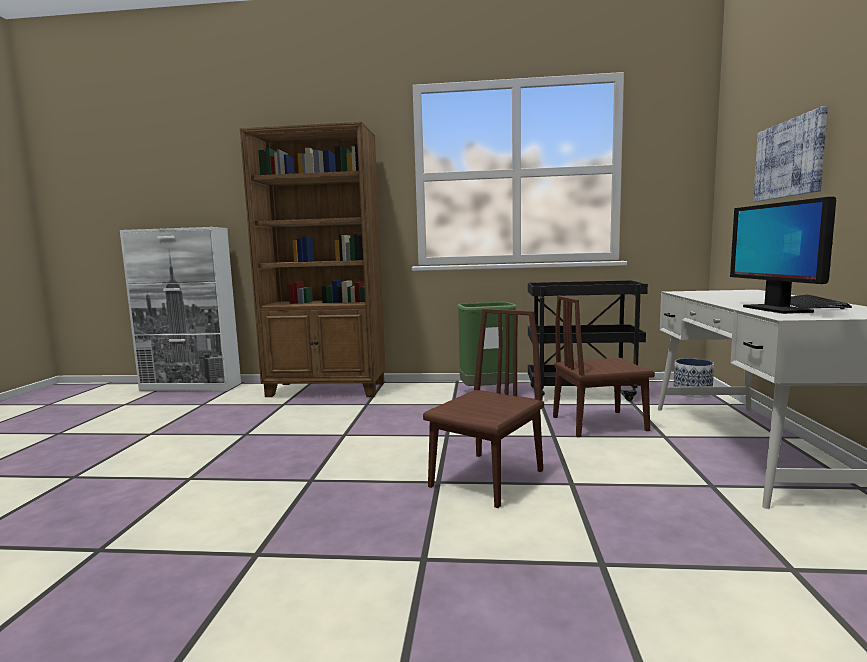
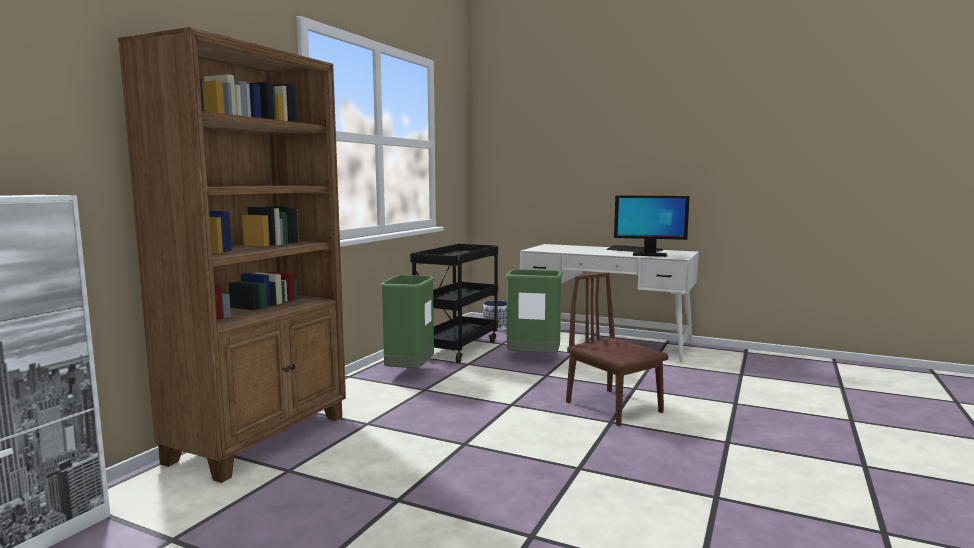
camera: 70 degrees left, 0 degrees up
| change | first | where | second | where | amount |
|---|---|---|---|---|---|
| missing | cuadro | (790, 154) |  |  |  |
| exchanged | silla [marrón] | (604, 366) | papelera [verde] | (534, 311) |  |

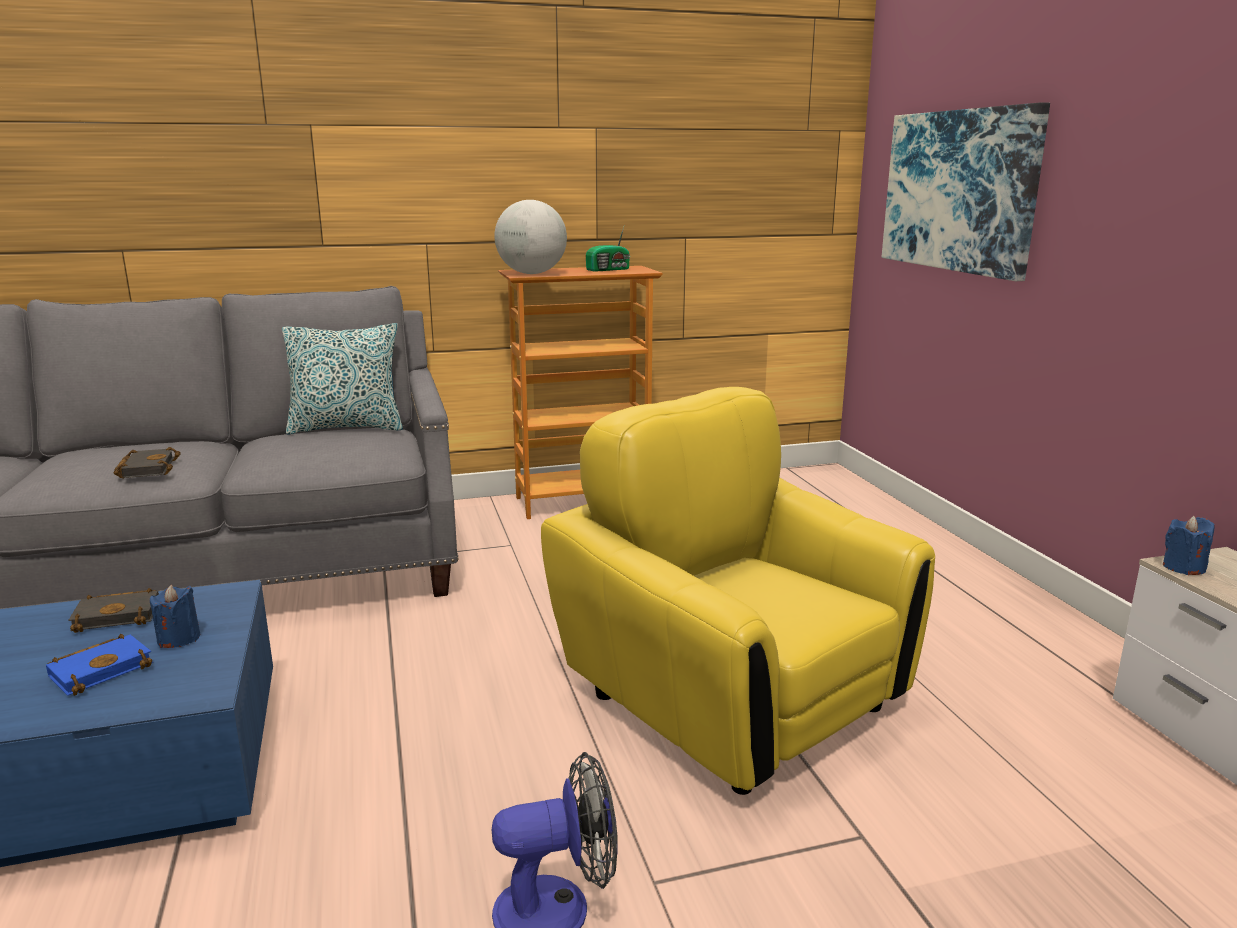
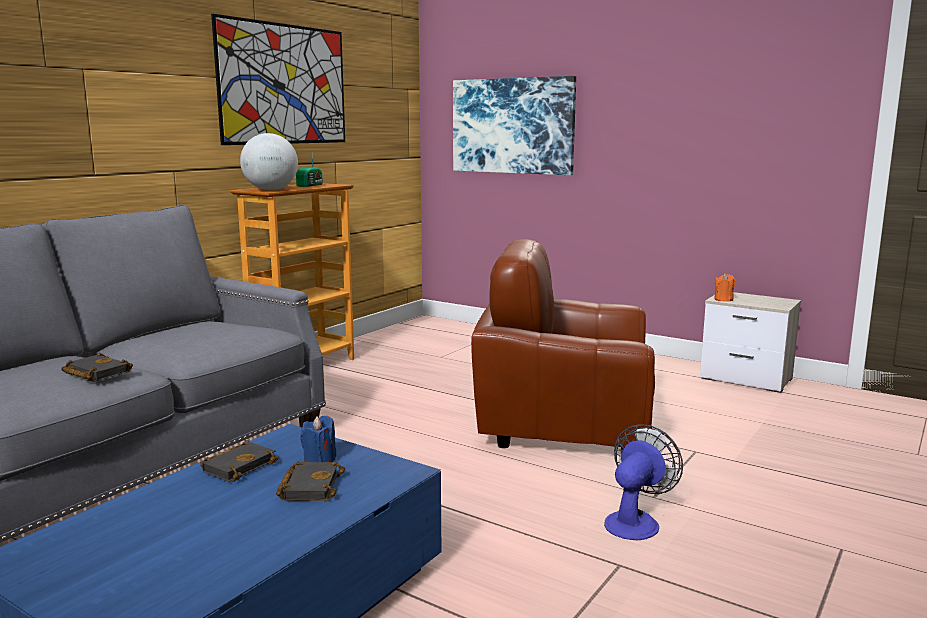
camera: 40 degrees left, 5 degrees down
| change | first | where | second | where | amount |
|---|---|---|---|---|---|
| missing | cojín | (342, 379) |  |  |  |
| appeared |  |  | cuadro | (278, 79) |  |
| colour | libro [azul] | (99, 665) | libro [negro] | (310, 481) |  |
| colour | sillón [amarillo] | (738, 591) | sillón [marrón] | (563, 344) |  |
| colour | vela [azul] | (1188, 545) | vela [naranja] | (724, 287) |  |

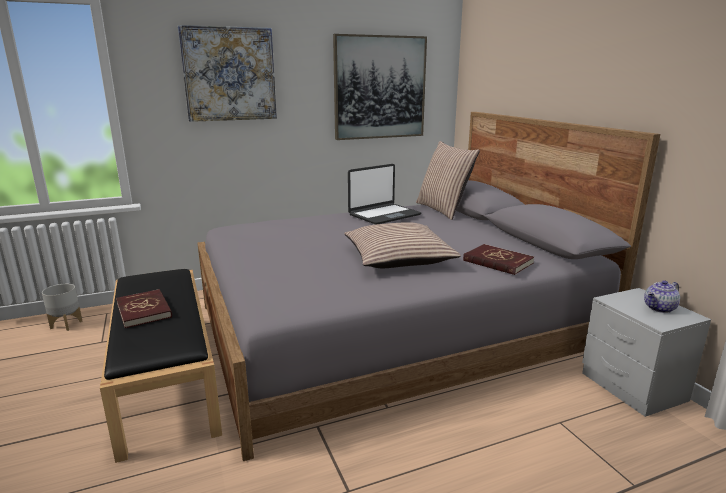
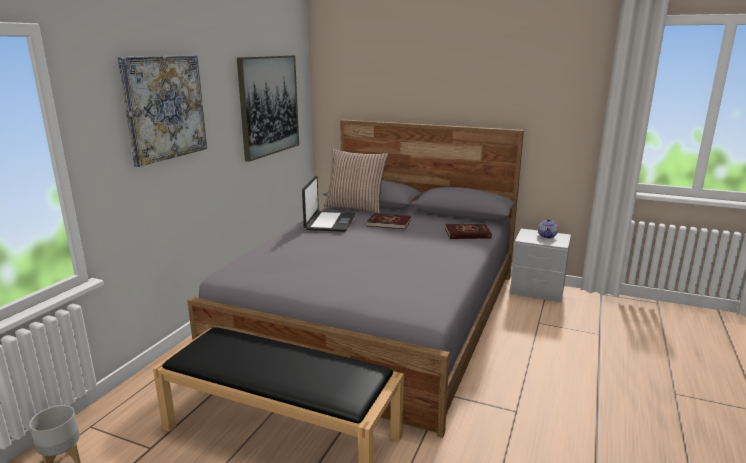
camera: 45 degrees left, 0 degrees up
| change | first | where | second | where | amount |
|---|---|---|---|---|---|
| missing | cojín | (402, 245) |  |  |  |
| relocated | libro [rojo] | (144, 308) |  | (389, 221) |  |

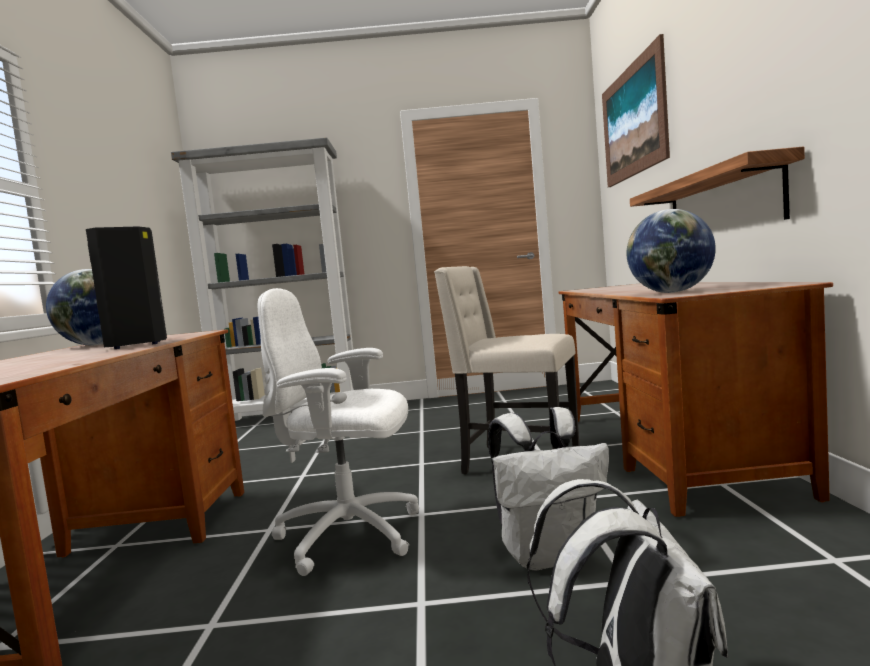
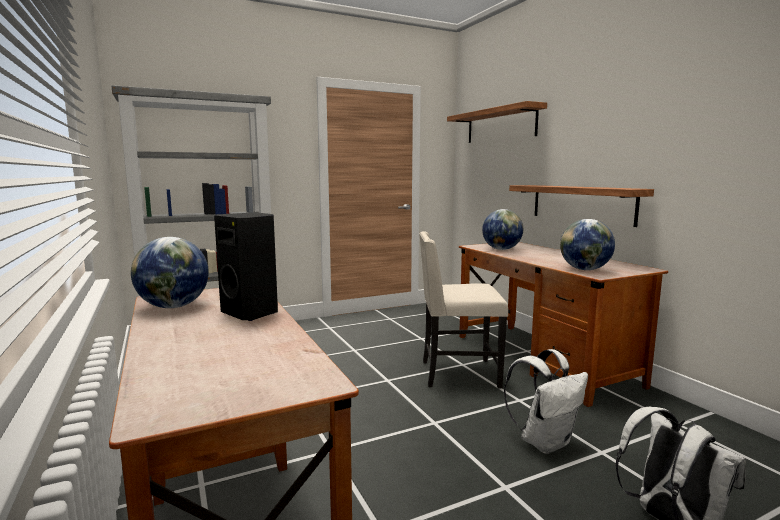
camera: 25 degrees left, 5 degrees up
| change | first | where | second | where | amount |
|---|---|---|---|---|---|
| missing | silla de oficina [blanco] | (338, 432) |  |  |  |
| appeared |  |  | globo terráqueo | (502, 229) |  |
| exchanged | cuadro | (636, 110) | estante | (497, 122) |  |

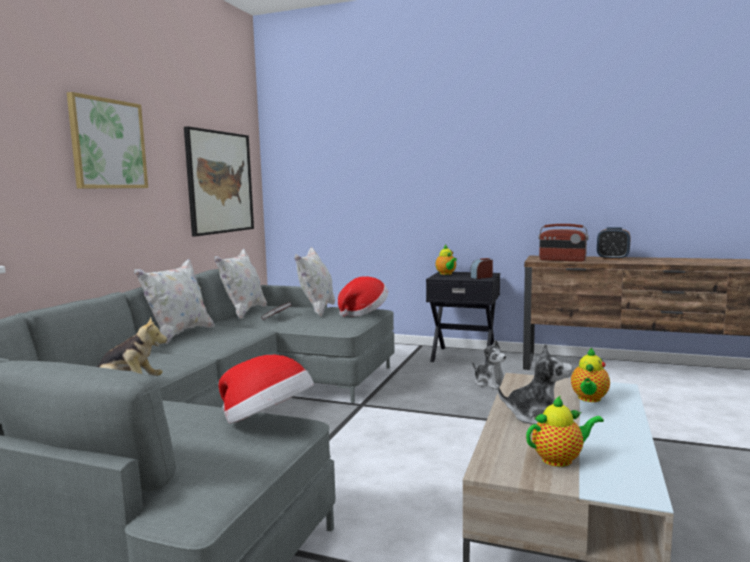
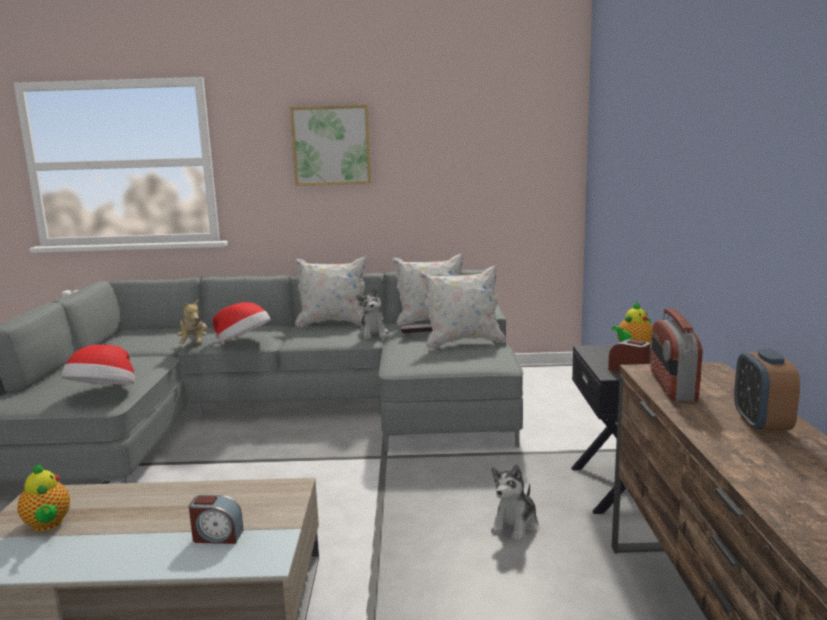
camera: 70 degrees right, 5 degrees up
| change | first | where | second | where | amount |
|---|---|---|---|---|---|
| missing | cuadro | (219, 181) |  |  |  |
| relocated | sombrero | (363, 296) |  | (241, 322) |  |
| relocated | peluche | (535, 384) |  | (372, 313) |  |
| exchanged | tetera | (590, 375) | despertador | (216, 519) |  |

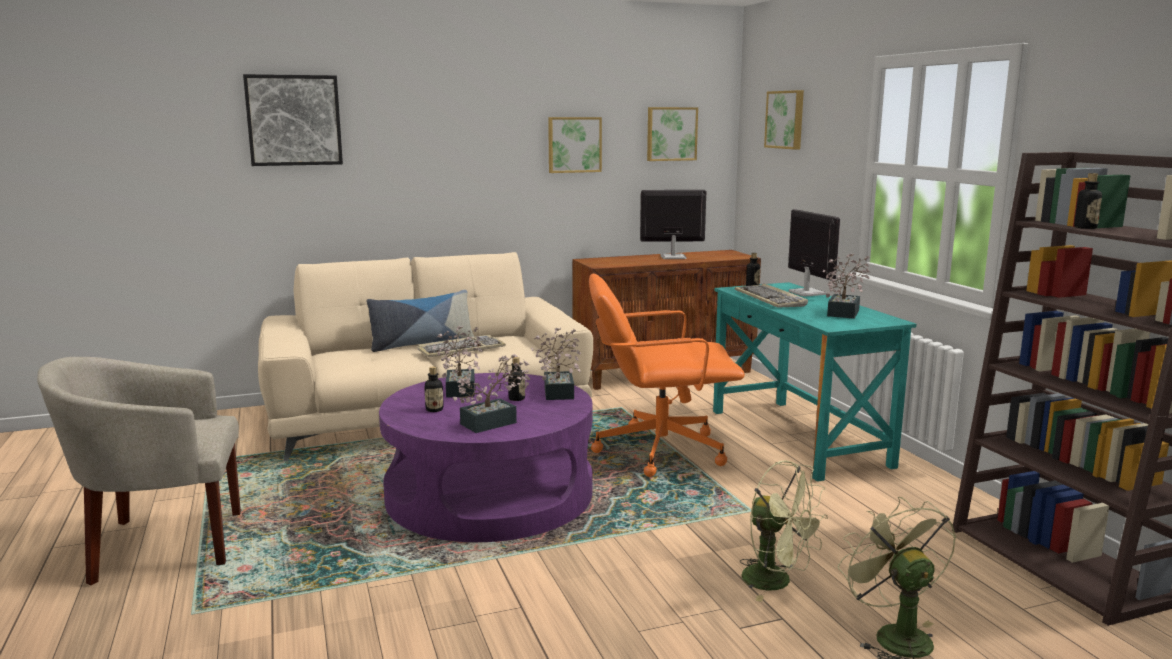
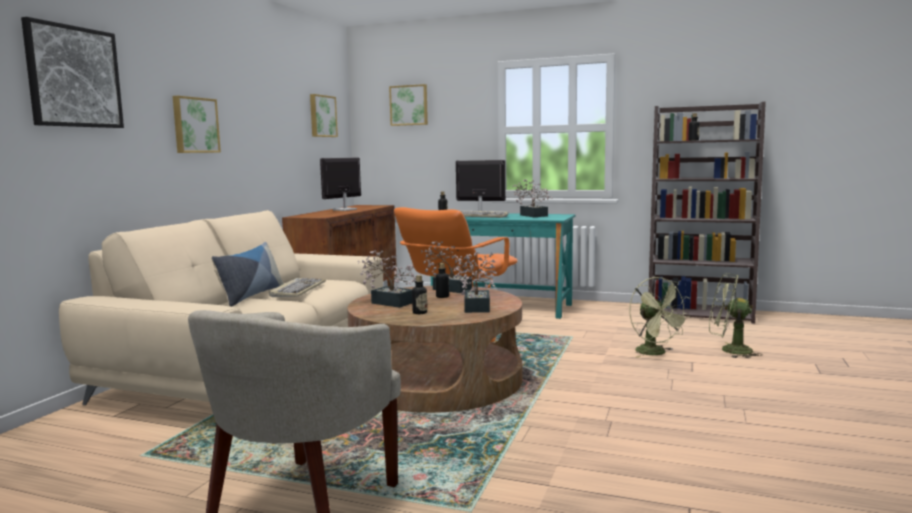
camera: 50 degrees left, 5 degrees down
| change | first | where | second | where | amount |
|---|---|---|---|---|---|
| relocated | cuadro | (575, 145) |  | (197, 124) |  |
| colour | mesa de centro [morado] | (486, 457) | mesa de centro [marrón] | (434, 349) |  |
| spun | ventilador [verde] | (783, 531) |  | (660, 317) | 75 degrees clockwise |

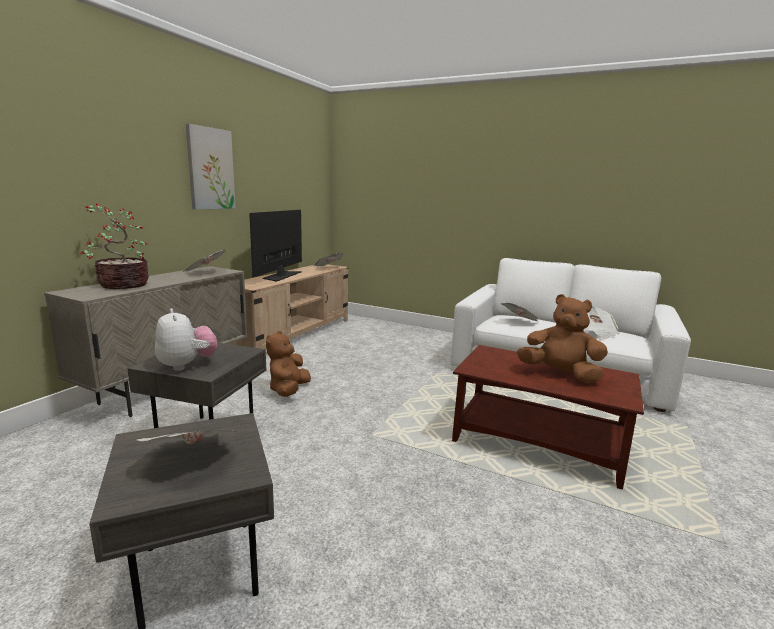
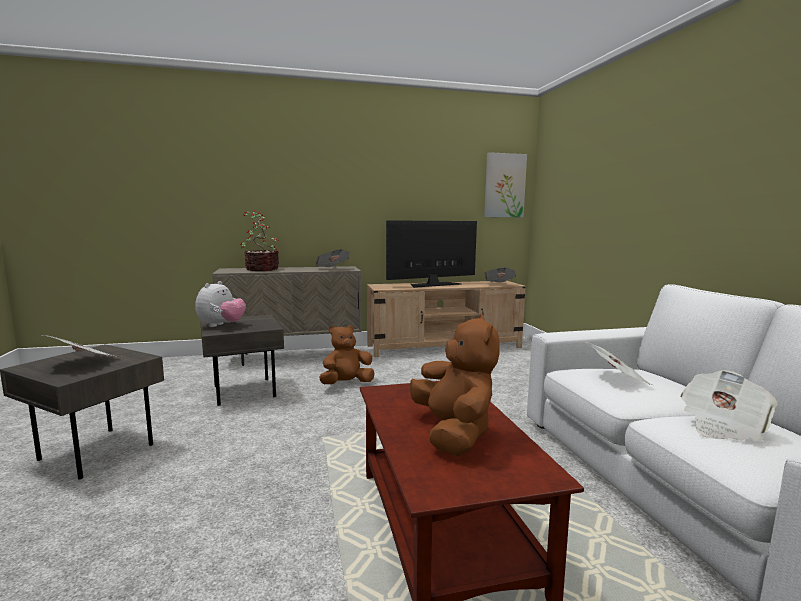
camera: 50 degrees right, 5 degrees down
| change | first | where | second | where | amount |
|---|---|---|---|---|---|
| relocated | cuadro | (211, 166) |  | (505, 184) |  |

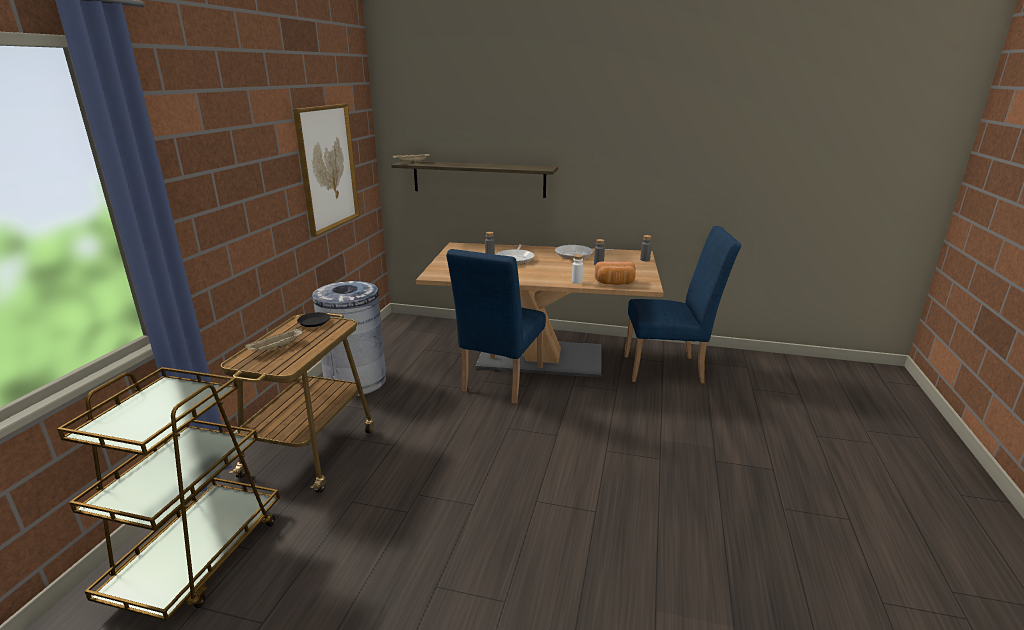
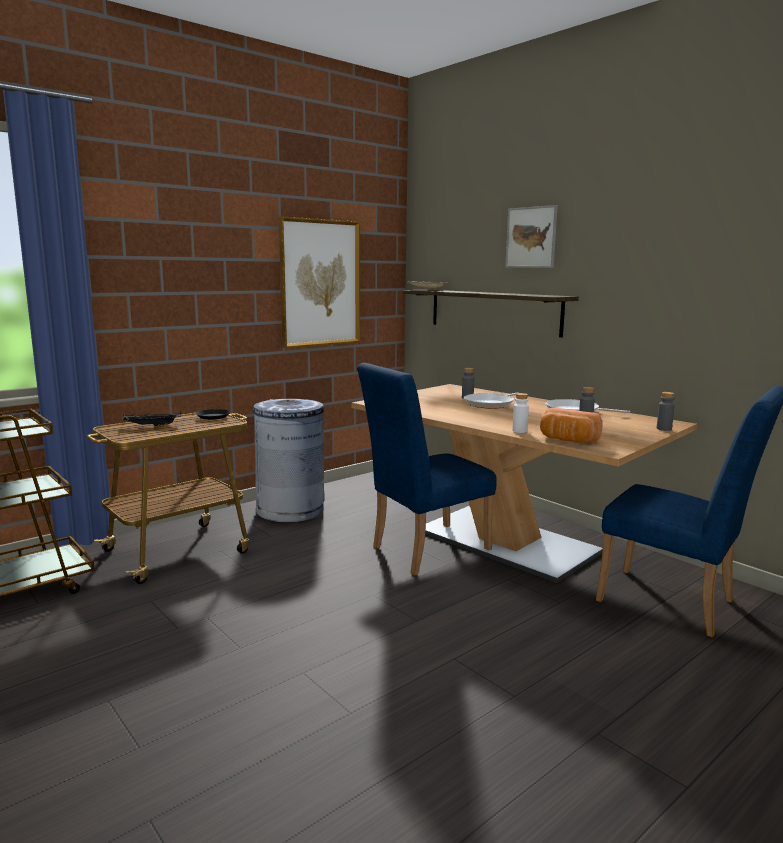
camera: 35 degrees right, 10 degrees down
| change | first | where | second | where | amount |
|---|---|---|---|---|---|
| appeared |  |  | cuadro | (531, 236) |  |
| colour | bandeja [beis] | (274, 339) | bandeja [negro] | (151, 419) |  |

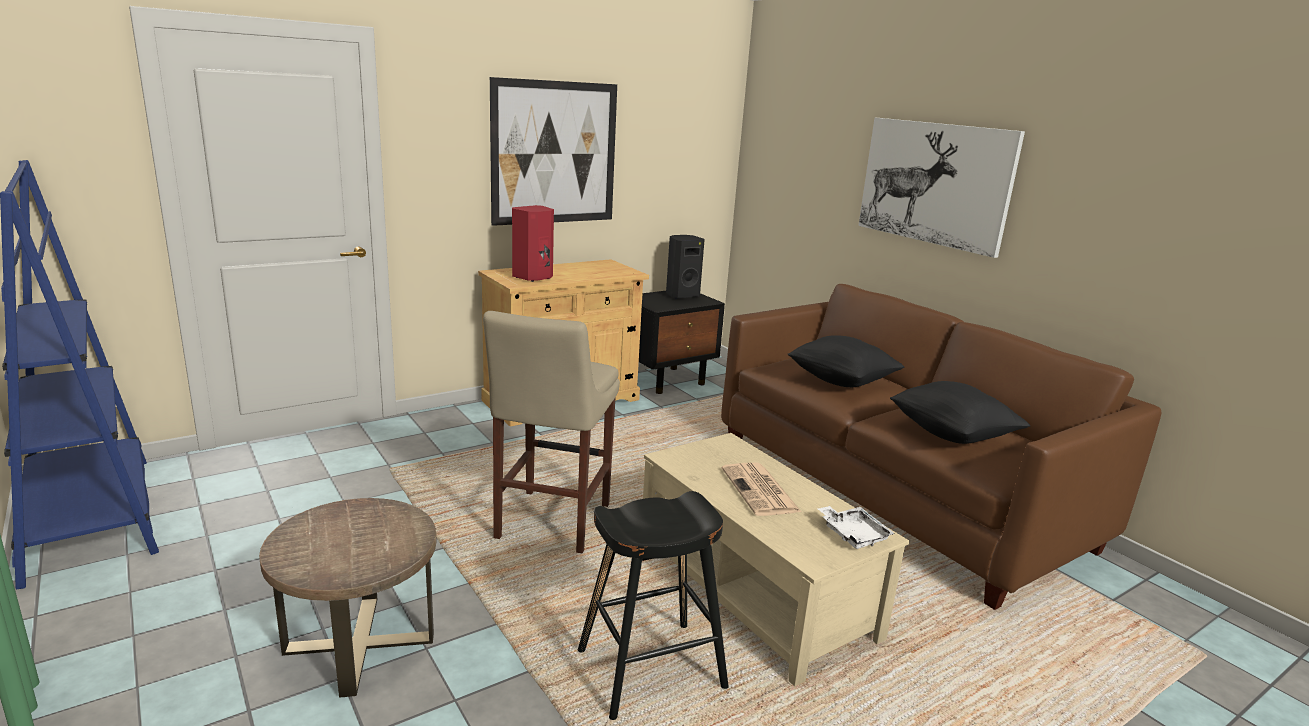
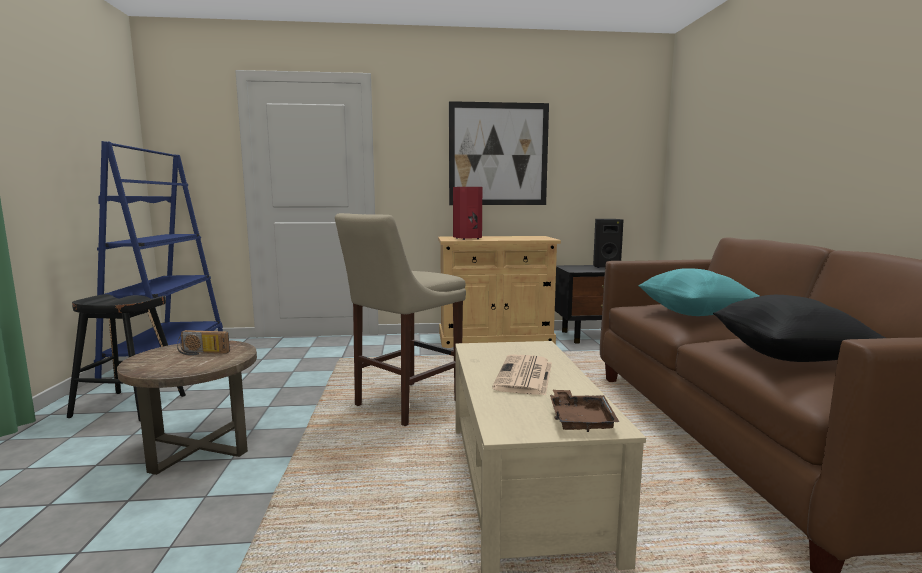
camera: 30 degrees right, 10 degrees down
| change | first | where | second | where | amount |
|---|---|---|---|---|---|
| missing | cuadro | (941, 188) |  |  |  |
| appeared |  |  | radio | (203, 342) |  |
| relocated | taburete [negro] | (653, 605) |  | (126, 358) |  |
| colour | cojín [negro] | (846, 361) | cojín [turquesa] | (698, 292) |  |
| colour | bandeja [blanco] | (856, 527) | bandeja [marrón] | (584, 411) |  |

